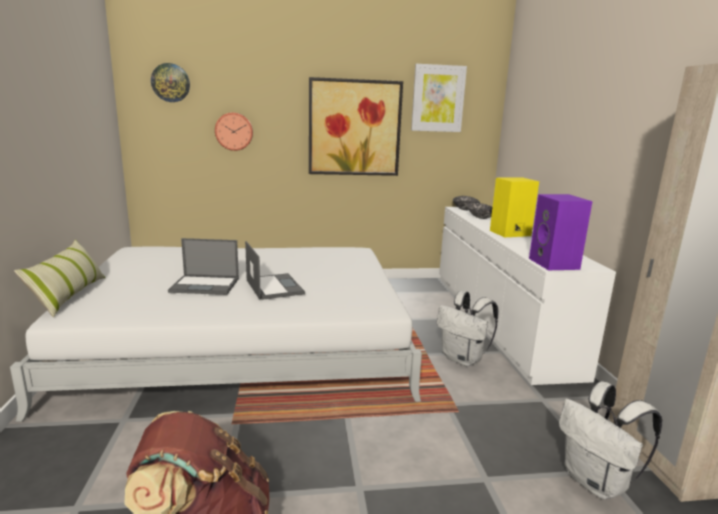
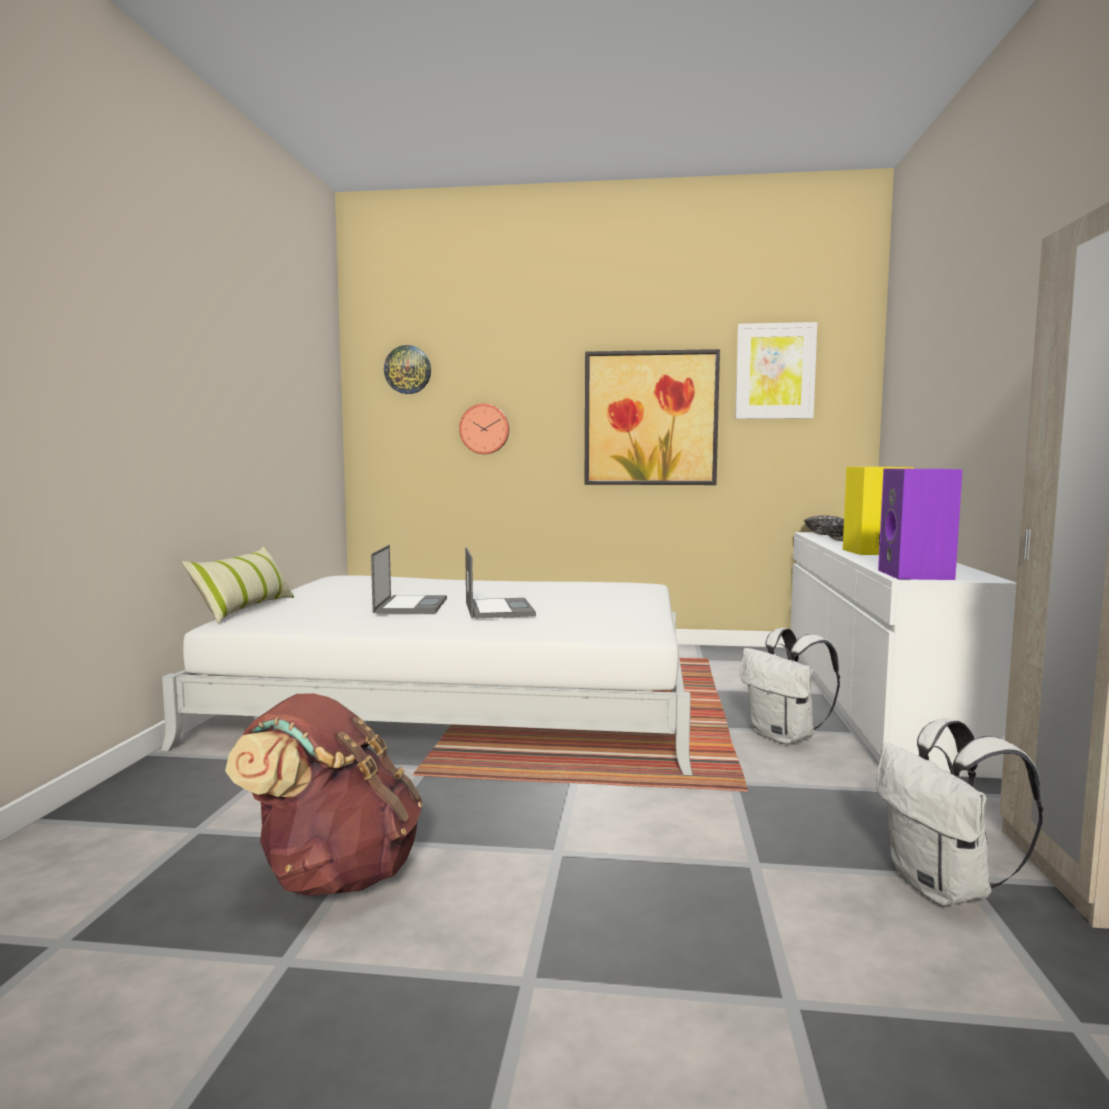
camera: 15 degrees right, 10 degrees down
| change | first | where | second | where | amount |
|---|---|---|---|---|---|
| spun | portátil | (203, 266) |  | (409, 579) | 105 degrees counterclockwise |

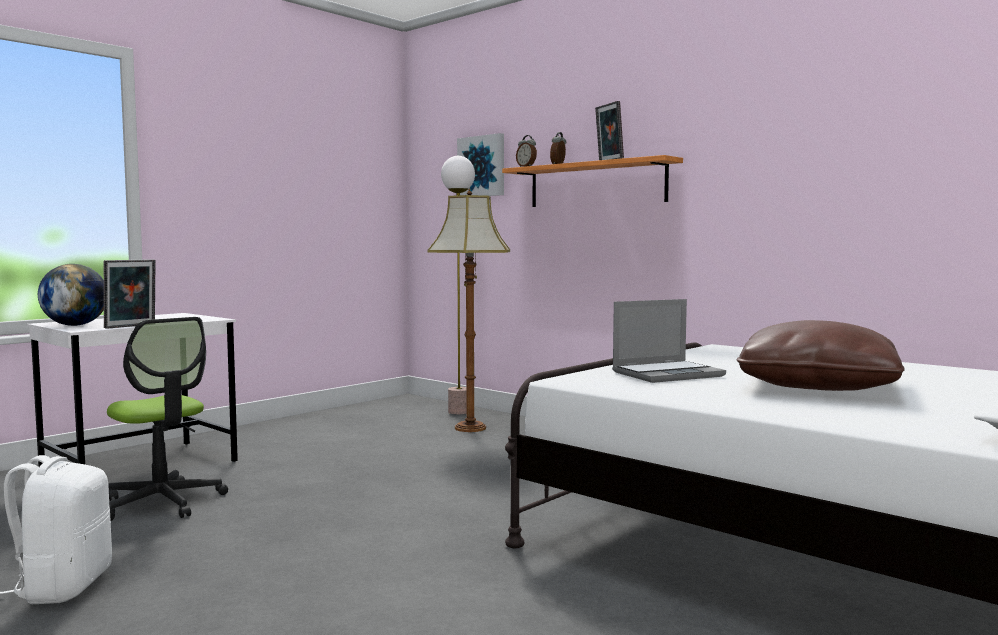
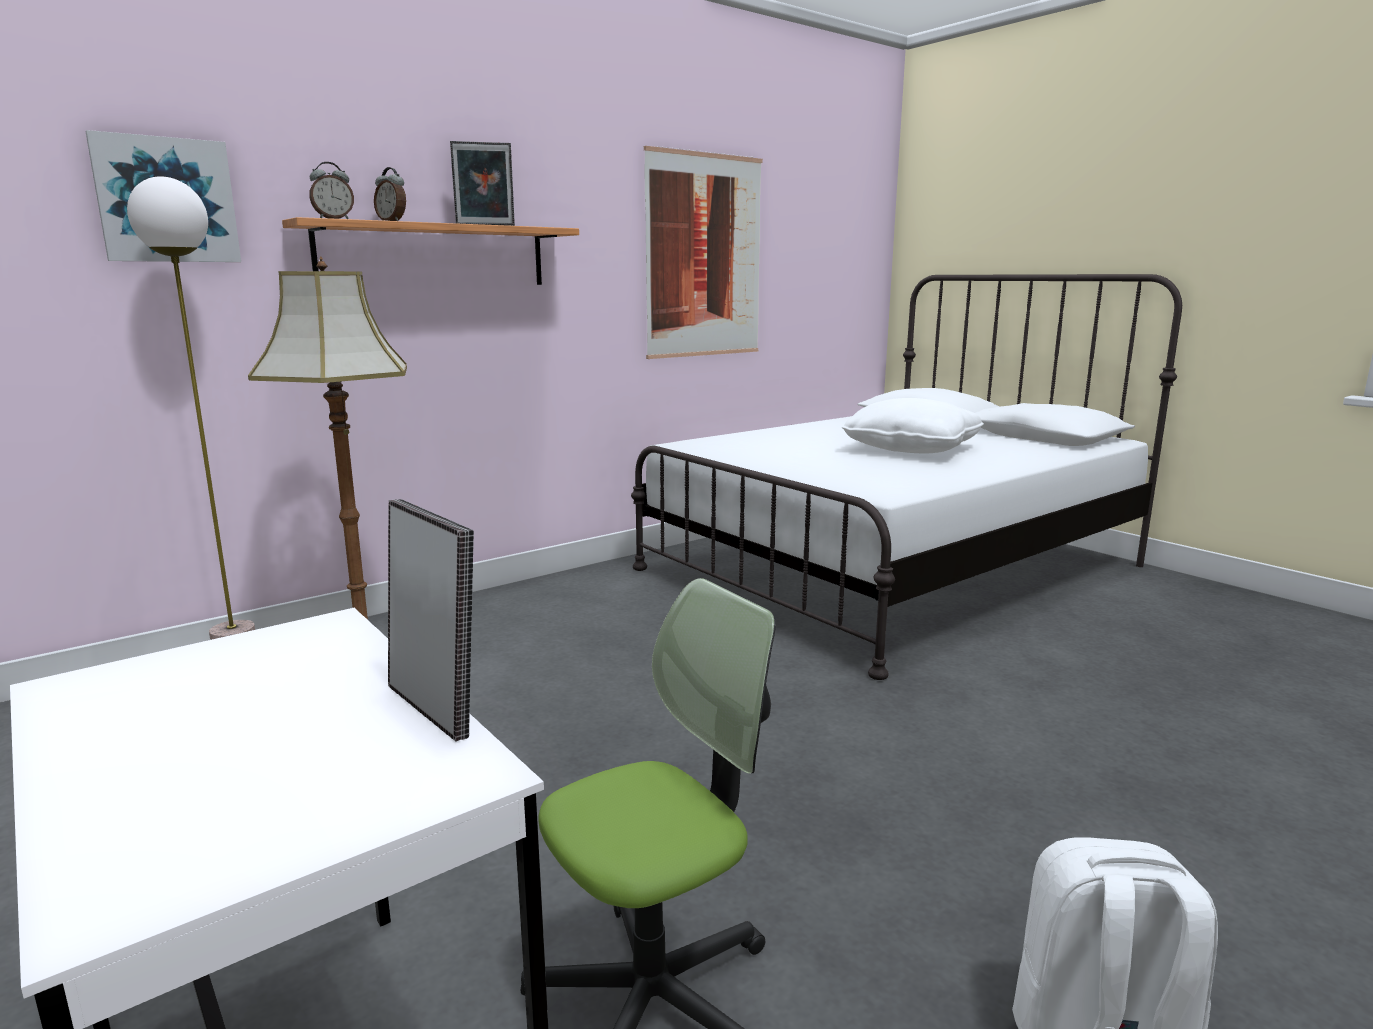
camera: 80 degrees left, 10 degrees up
| change | first | where | second | where | amount |
|---|---|---|---|---|---|
| missing | globo terráqueo | (71, 295) |  |  |  |
| missing | portátil | (669, 341) |  |  |  |
| appeared |  |  | cuadro | (703, 252) |  |
| colour | cojín [marrón] | (821, 355) | cojín [blanco] | (913, 426) |  |

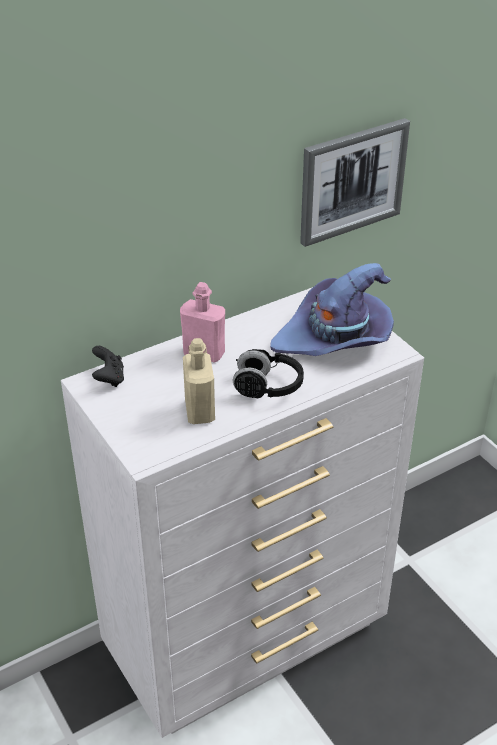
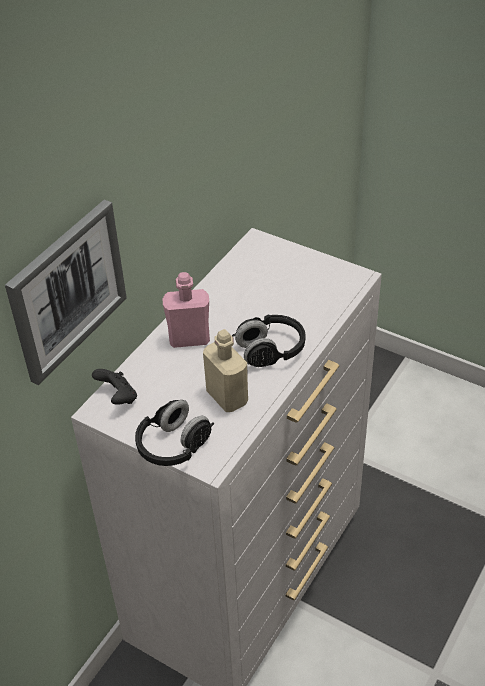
camera: 25 degrees left, 5 degrees up
| change | first | where | second | where | amount |
|---|---|---|---|---|---|
| missing | sombrero [morado] | (332, 309) |  |  |  |
| appeared |  |  | auriculares [negro] | (174, 433) |  |
| relocated | cuadro | (355, 182) |  | (66, 292) |  |

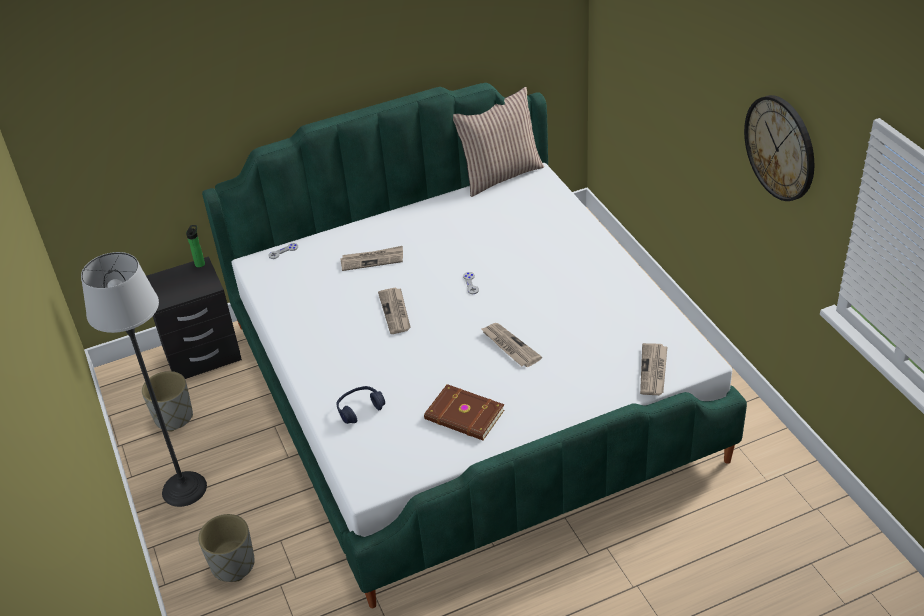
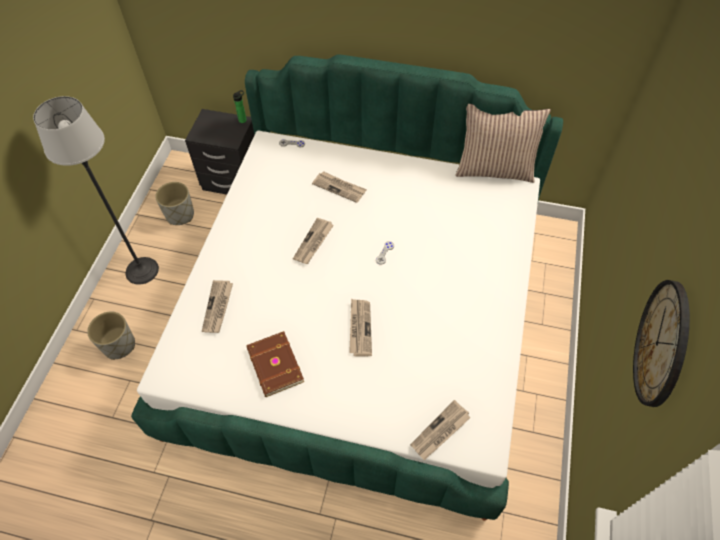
camera: 35 degrees right, 15 degrees up
| change | first | where | second | where | amount |
|---|---|---|---|---|---|
| exchanged | auriculares [azul] | (361, 405) | periódico | (217, 306) |  |

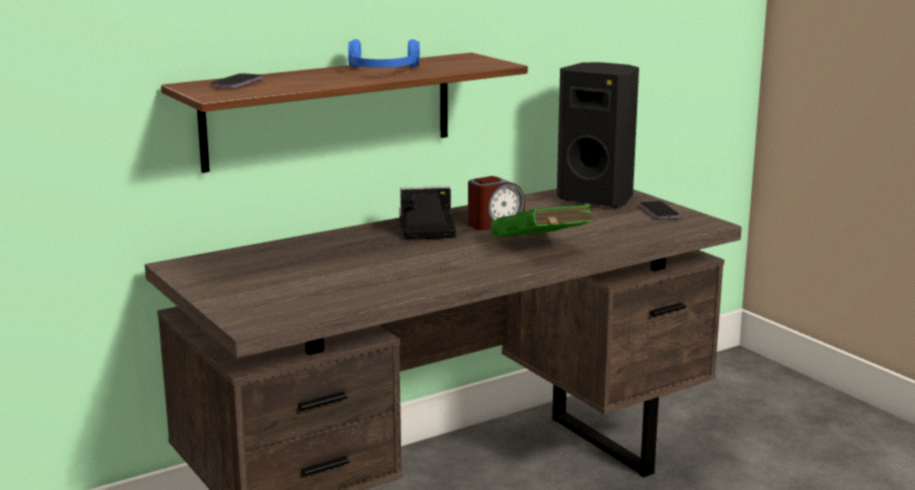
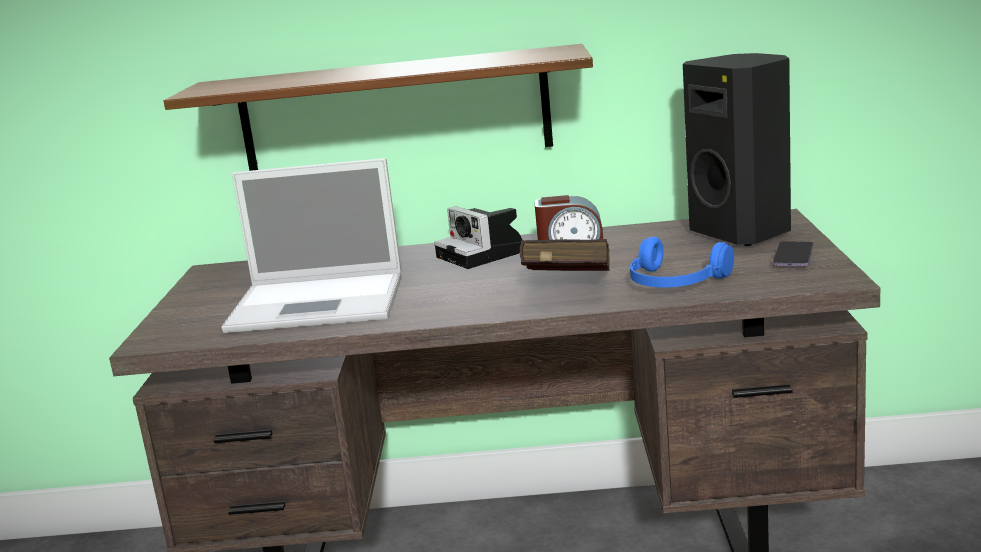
camera: 35 degrees right, 0 degrees up
| change | first | where | second | where | amount |
|---|---|---|---|---|---|
| missing | móvil | (237, 80) |  |  |  |
| appeared |  |  | portátil | (311, 245) |  |
| relocated | auriculares [azul] | (384, 53) |  | (682, 262) |  |
| colour | libro [verde] | (541, 220) | libro [rojo] | (565, 255) |  |
| spun | cámara | (427, 213) |  | (479, 237) | 150 degrees counterclockwise |

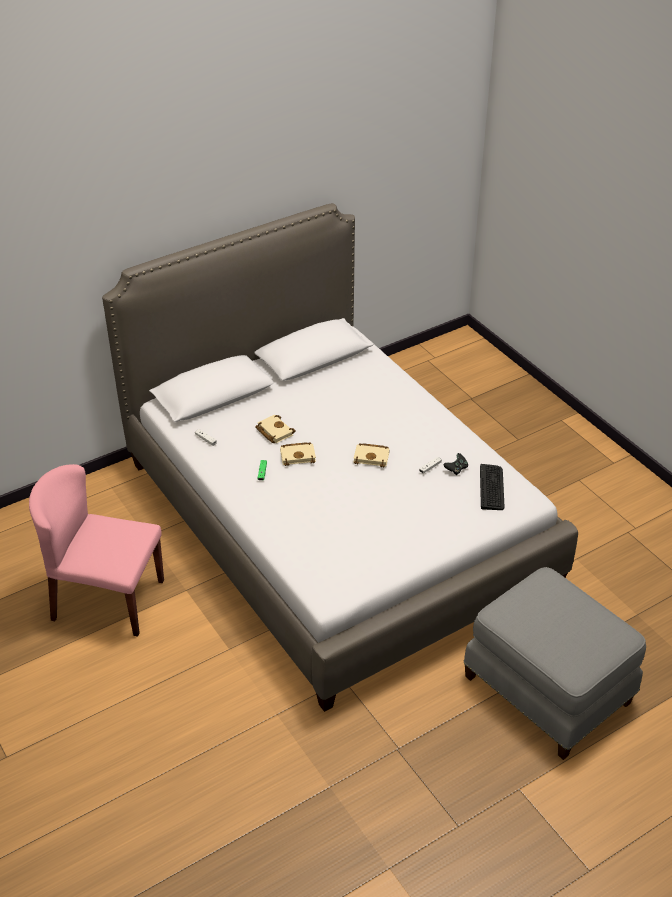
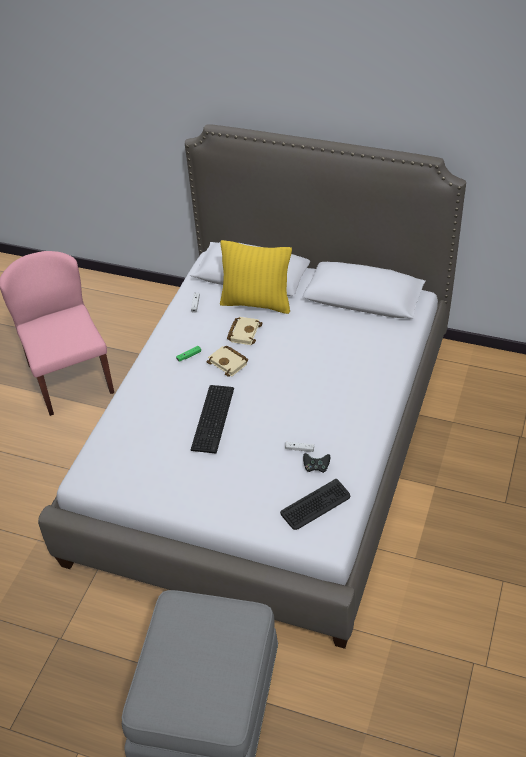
camera: 55 degrees right, 5 degrees up
| change | first | where | second | where | amount |
|---|---|---|---|---|---|
| missing | libro [beis] | (371, 455) |  |  |  |
| appeared |  |  | teclado | (212, 419) |  |
| appeared |  |  | cojín [amarillo] | (256, 277) |  |

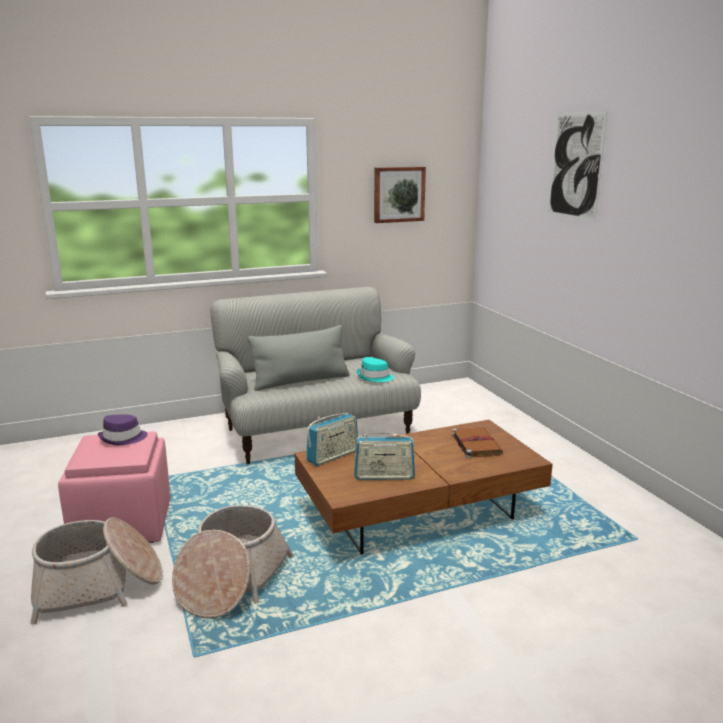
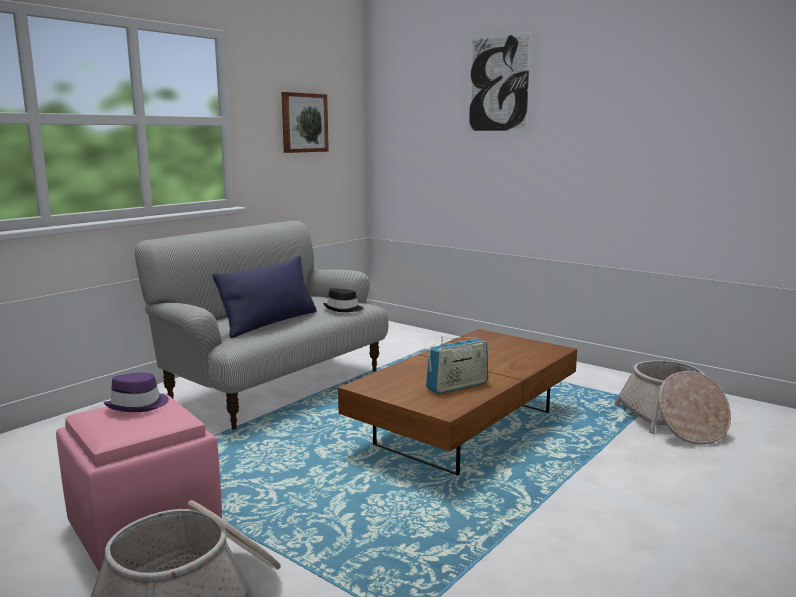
camera: 30 degrees left, 5 degrees down
| change | first | where | second | where | amount |
|---|---|---|---|---|---|
| missing | radio | (332, 439) |  |  |  |
| missing | libro [marrón] | (477, 442) |  |  |  |
| relocated | cesta | (233, 561) |  | (672, 402) |  |
| colour | cojín [gris] | (298, 358) | cojín [azul] | (264, 296) |  |
| colour | sombrero [turquesa] | (375, 369) | sombrero [negro] | (343, 300) |  |

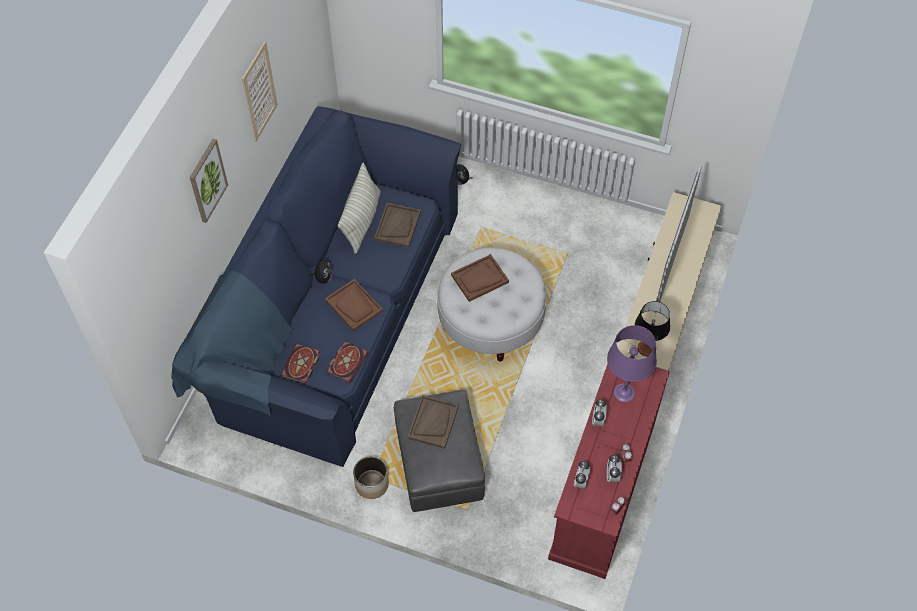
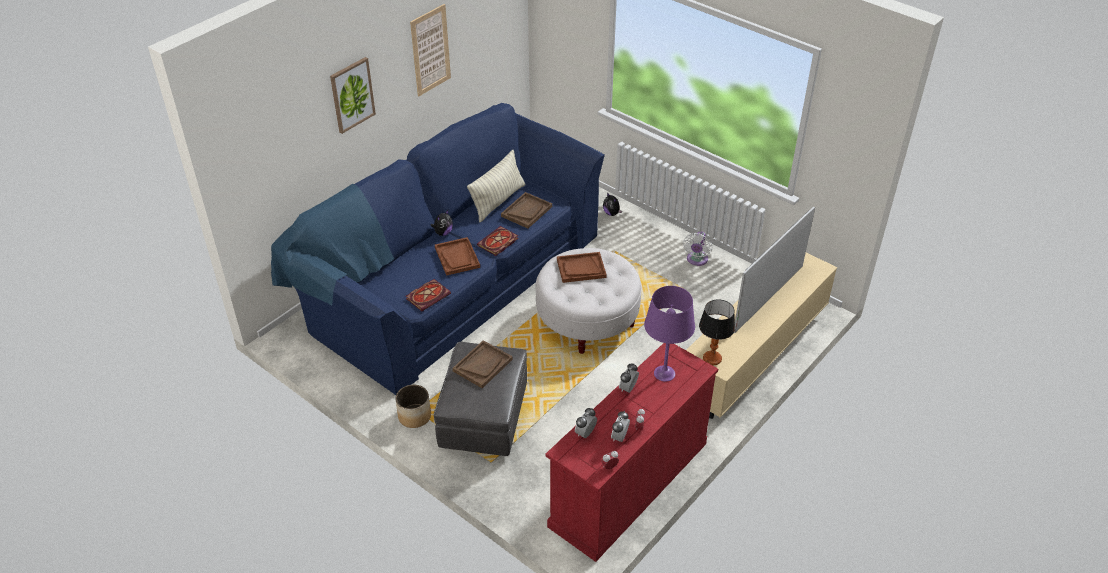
camera: 20 degrees right, 15 degrees down
| change | first | where | second | where | amount |
|---|---|---|---|---|---|
| appeared |  |  | ventilador [blanco] | (697, 248) |  |
| relocated | libro | (300, 363) |  | (497, 241) |  |

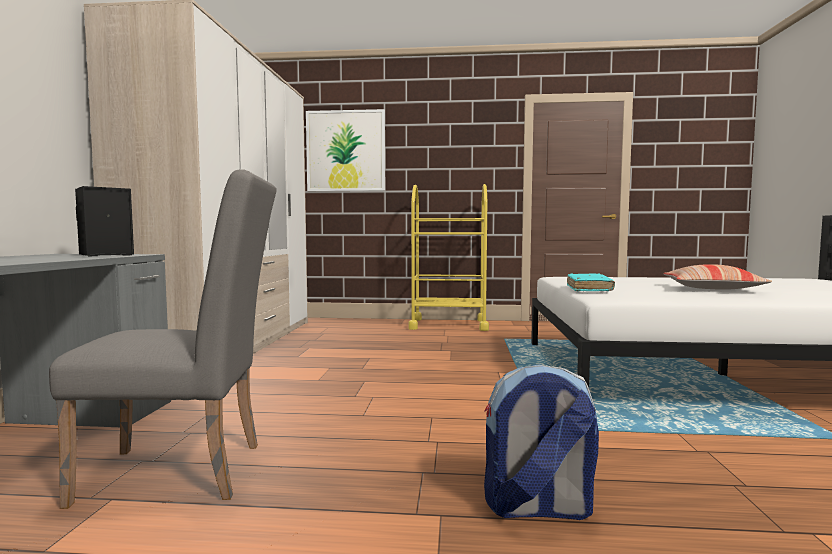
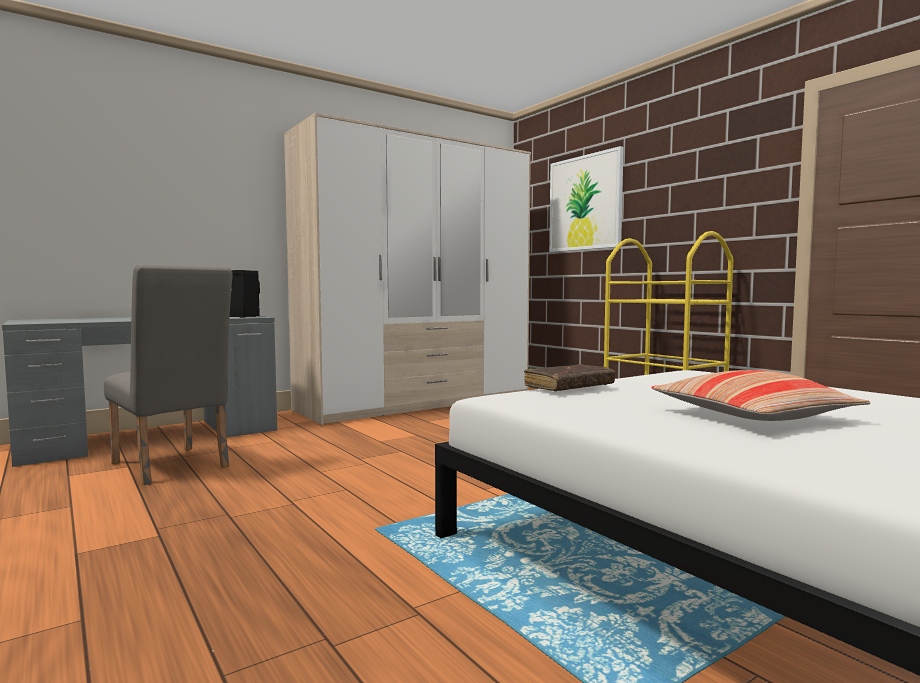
camera: 50 degrees right, 0 degrees up
| change | first | where | second | where | amount |
|---|---|---|---|---|---|
| missing | mochila | (541, 442) |  |  |  |
| colour | libro [turquesa] | (591, 282) | libro [marrón] | (569, 378) |  |

